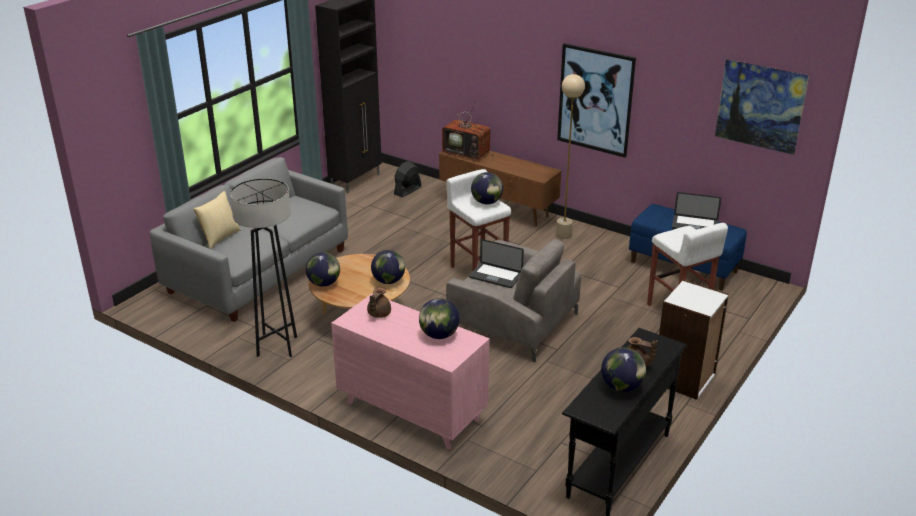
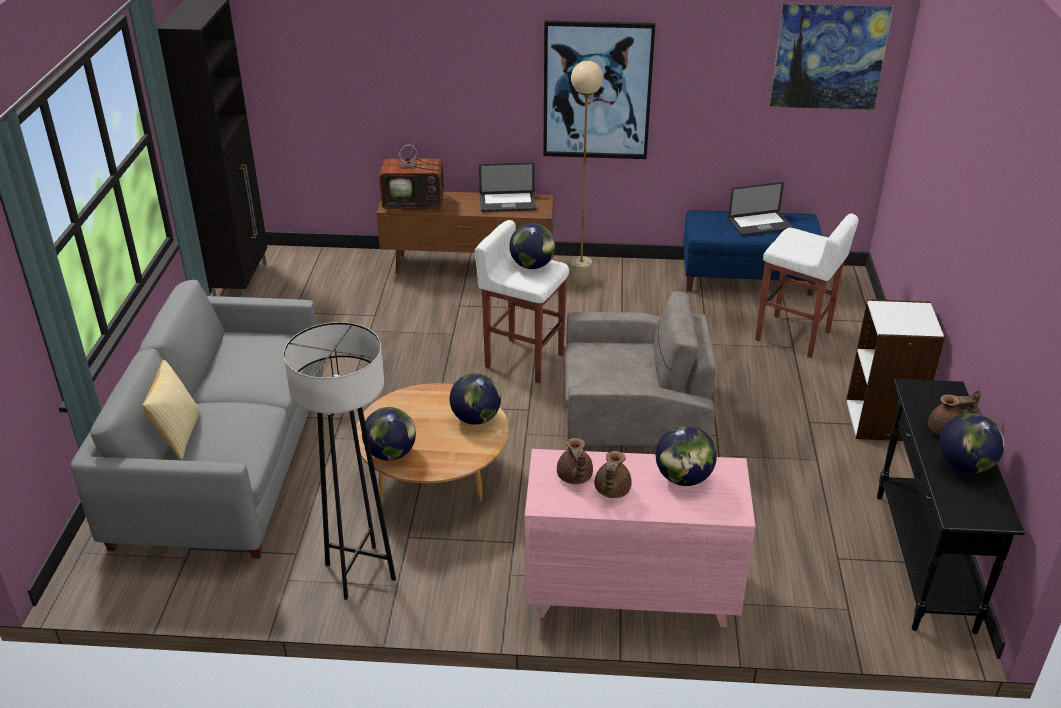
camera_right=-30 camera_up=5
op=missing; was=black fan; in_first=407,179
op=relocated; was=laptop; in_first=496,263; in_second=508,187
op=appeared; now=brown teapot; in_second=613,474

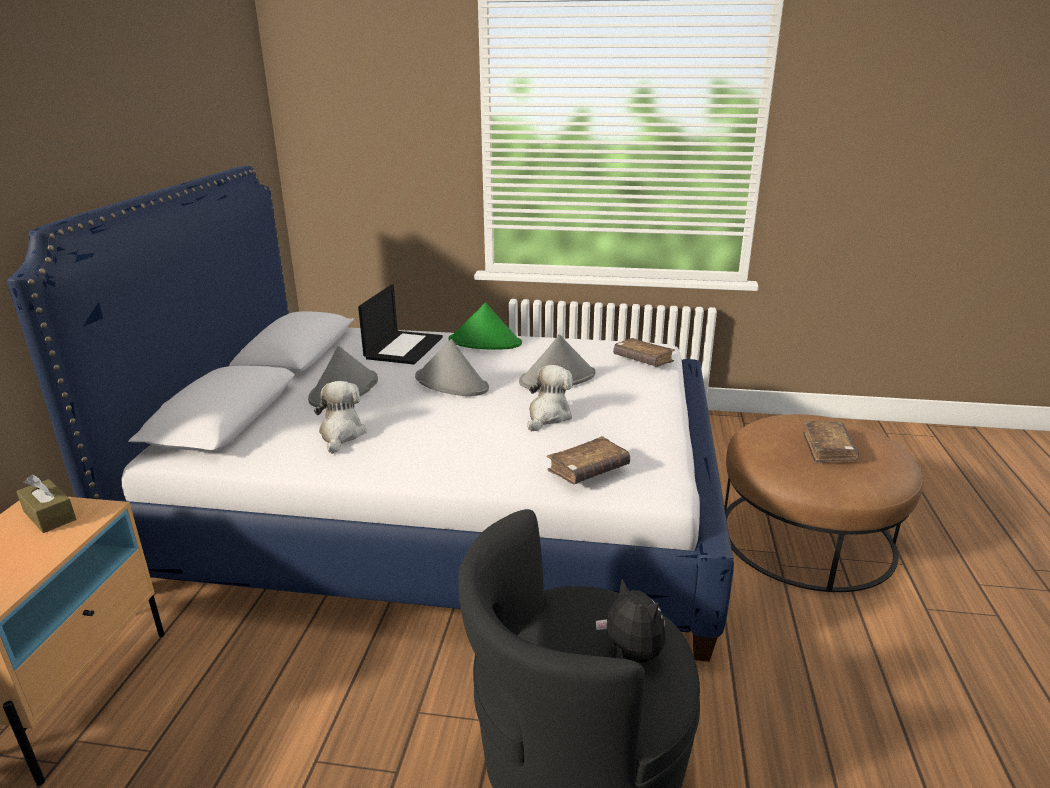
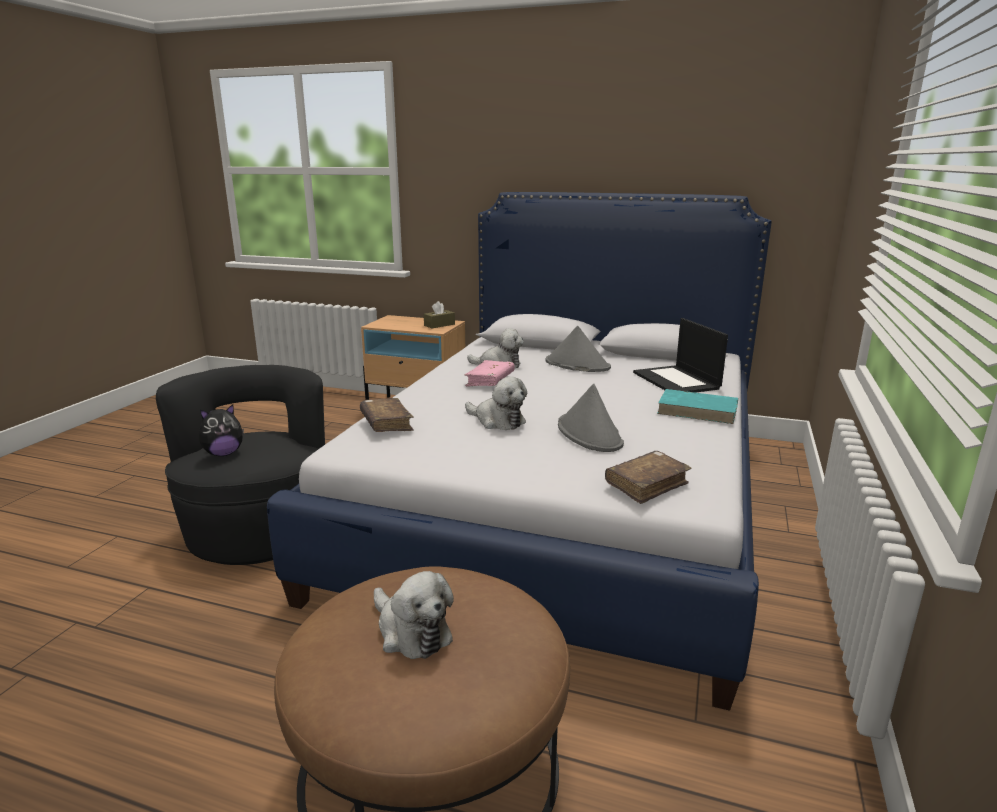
camera_right=100 camera_up=-5
op=spun; was=laptop; in_first=400,324; in_second=680,355; clockwise=45
op=exchanged; was=green hat; now=turquoise book; in_first=485,326; in_second=697,406
op=missing; was=grey hat; in_first=452,367
op=exchanged; was=brown book; now=plush toy; in_first=830,442; in_second=414,615
op=appeared; now=pink book; in_second=489,373

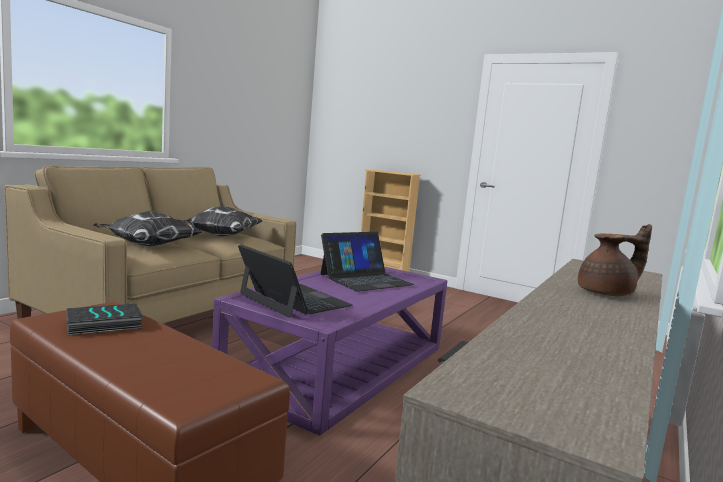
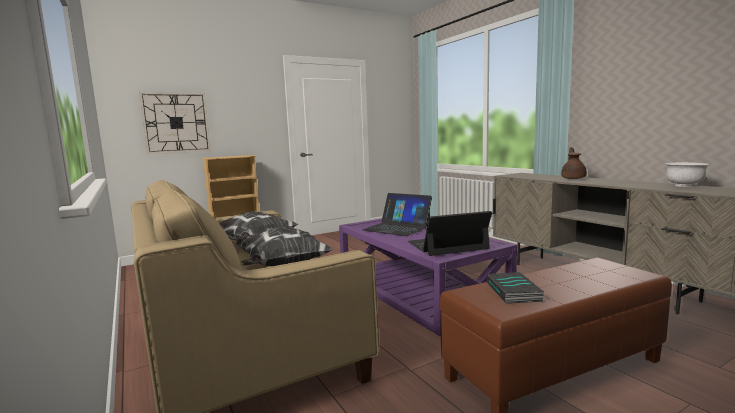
camera_right=-60 camera_up=0
op=spun; was=laptop; in_first=367,262; in_second=397,214; clockwise=135
op=appeared; now=wall clock; in_second=175,123
op=appeared; now=white bowl; in_second=687,174

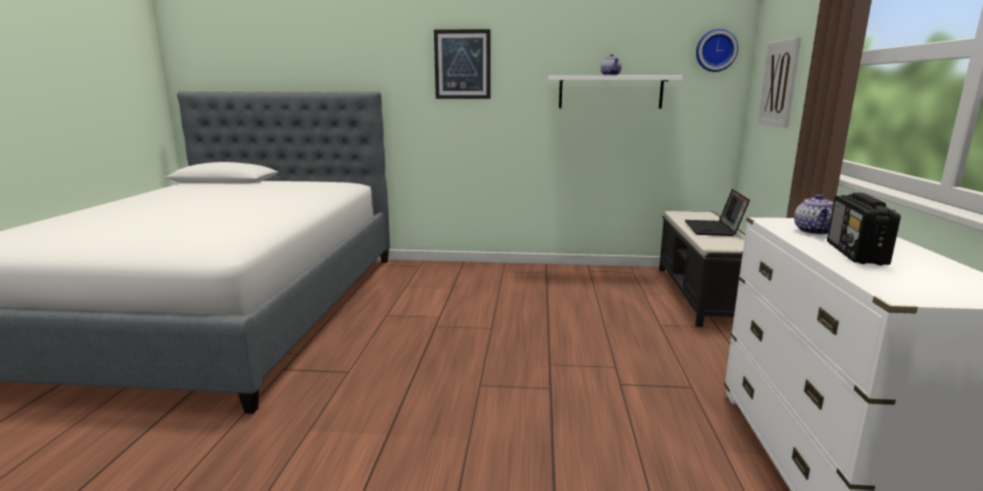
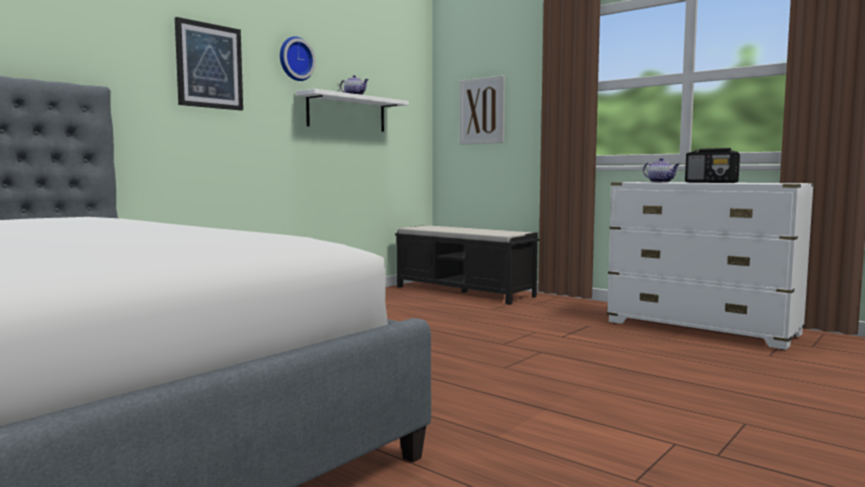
camera_right=-55 camera_up=-10
op=relocated; was=wall clock; in_first=717,50; in_second=298,59
op=missing; was=laptop; in_first=717,212

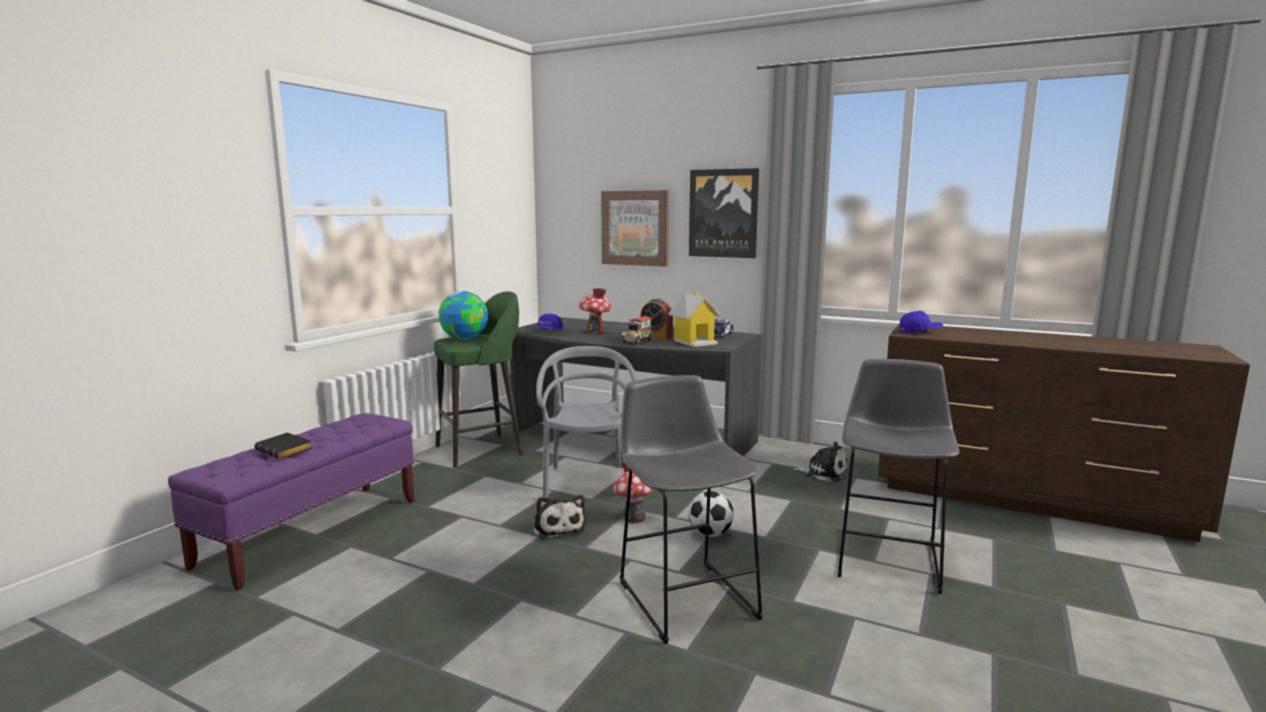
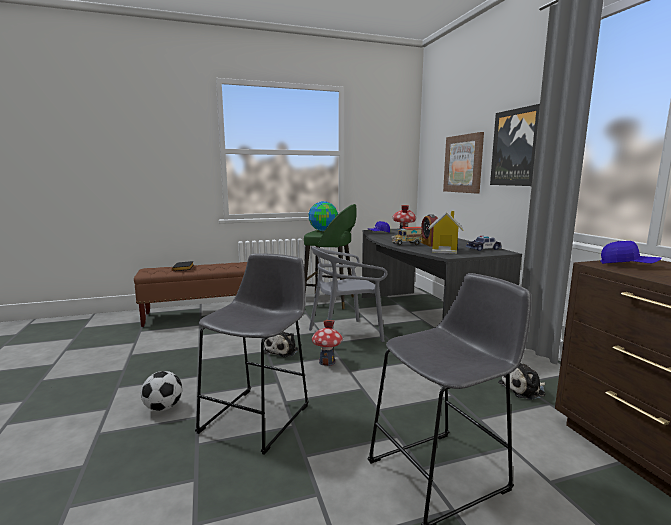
camera_right=45 camera_up=0
op=spun; was=grey chair; in_first=587,422; in_second=348,294; clockwise=-150
op=colour; was=purple bench; now=brown bench; in_first=291,501; in_second=190,294
op=spun; was=plush toy; in_first=820,462; in_second=522,381; clockwise=90
op=relocated; was=football; in_first=711,514; in_second=161,391

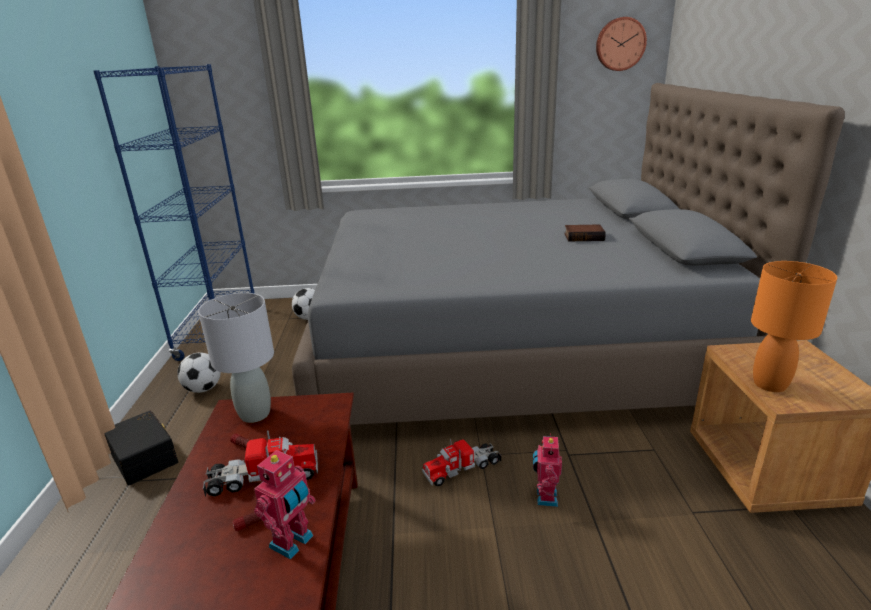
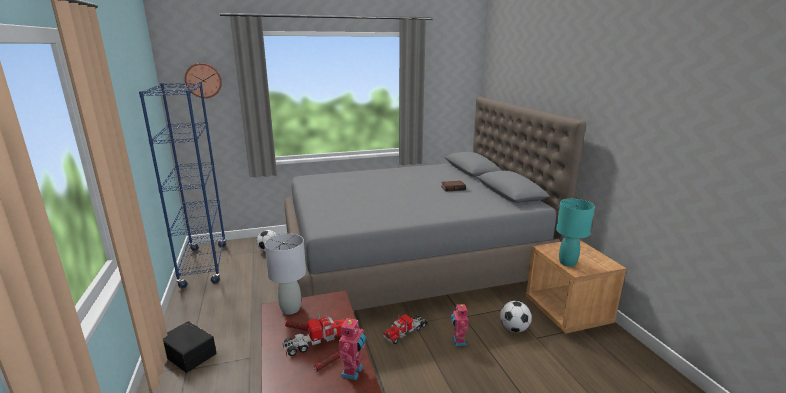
camera_right=-15 camera_up=-5
op=relocated; was=wall clock; in_first=621,44; in_second=203,80
op=colour; was=orange table lamp; now=turquoise table lamp; in_first=794,326; in_second=575,233
op=relocated; was=football; in_first=199,373; in_second=516,316

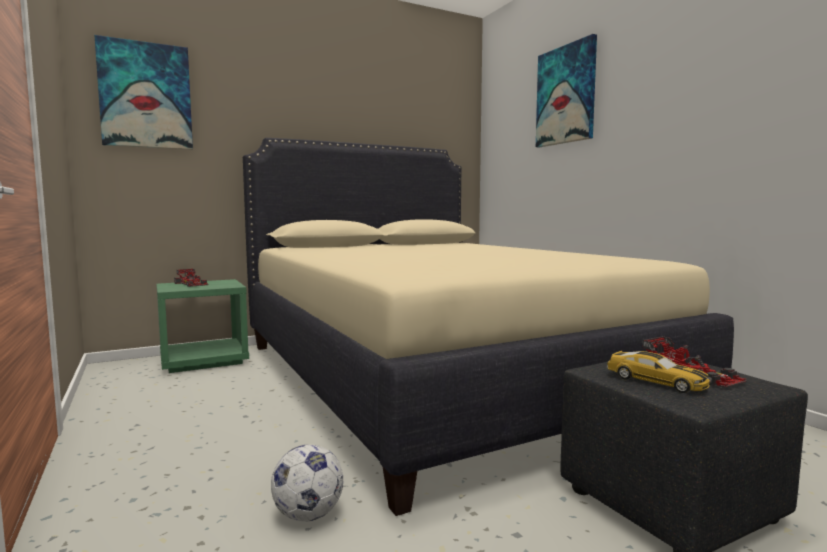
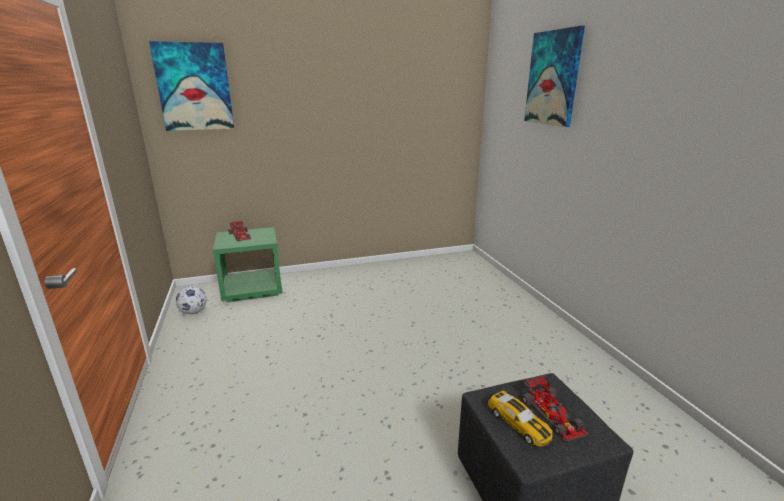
camera_right=10 camera_up=15
op=missing; was=beige bed; in_first=488,327
op=relocated; was=football; in_first=307,483; in_second=191,300

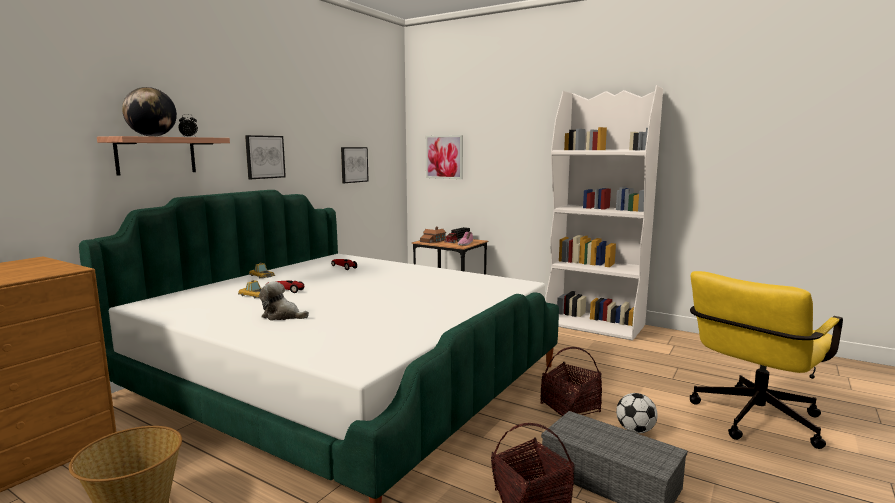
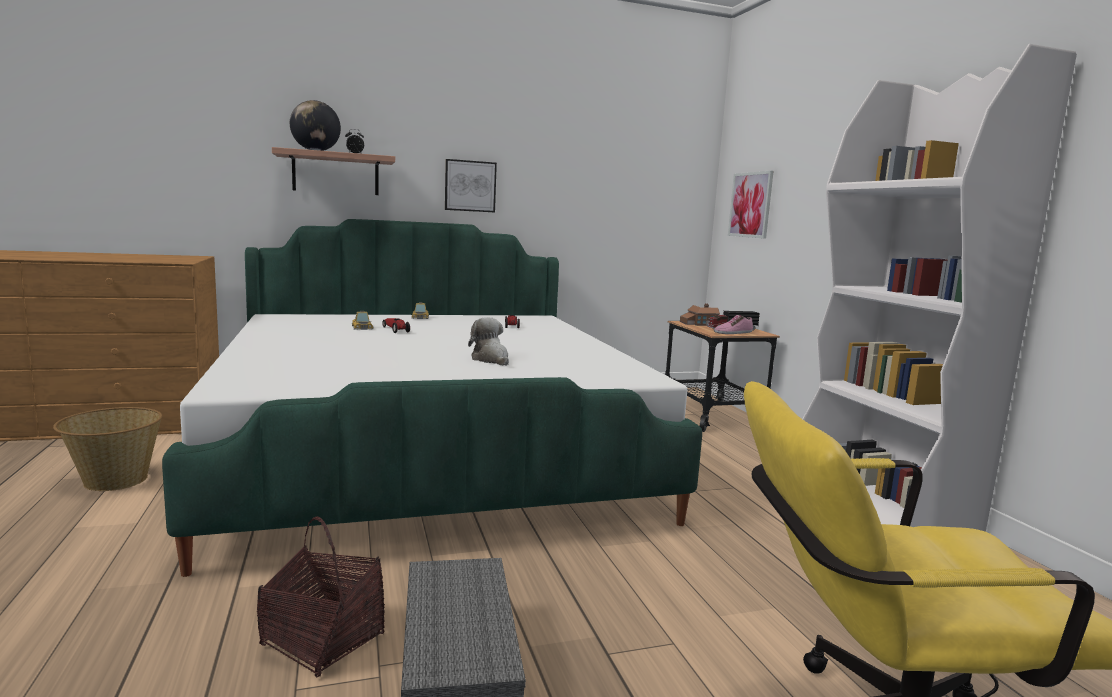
camera_right=40 camera_up=0
op=missing; was=picture; in_first=355,165
op=relocated; was=plush toy; in_first=284,300; in_second=488,341
op=missing; was=basket; in_first=571,381
op=missing; was=football; in_first=637,413

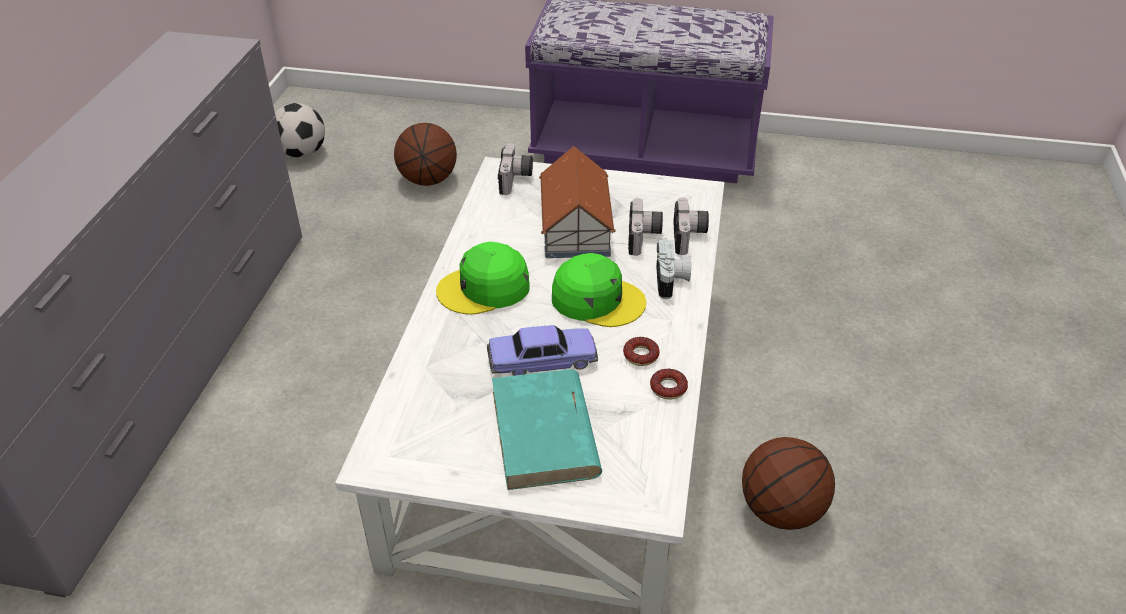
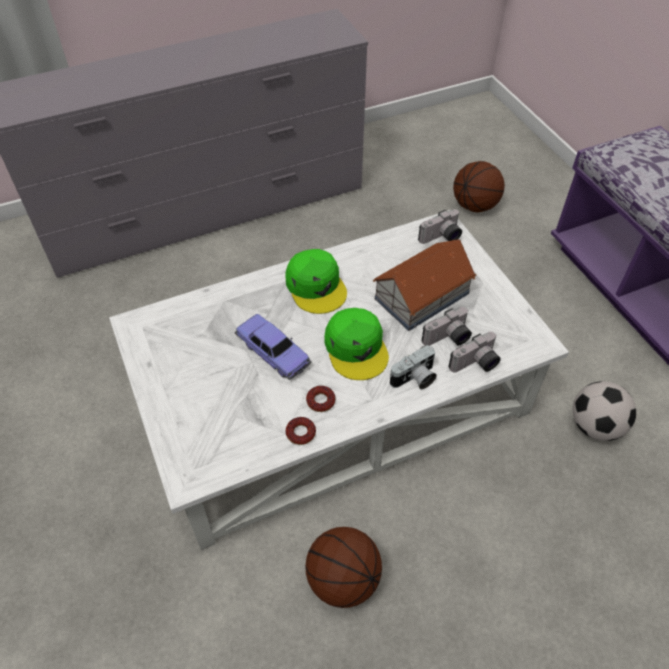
camera_right=55 camera_up=10
op=relocated; was=football; in_first=300,130; in_second=604,411
op=spun; was=green cap; in_first=483,278; in_second=316,281; clockwise=-150
op=missing; was=turquoise book; in_first=547,429

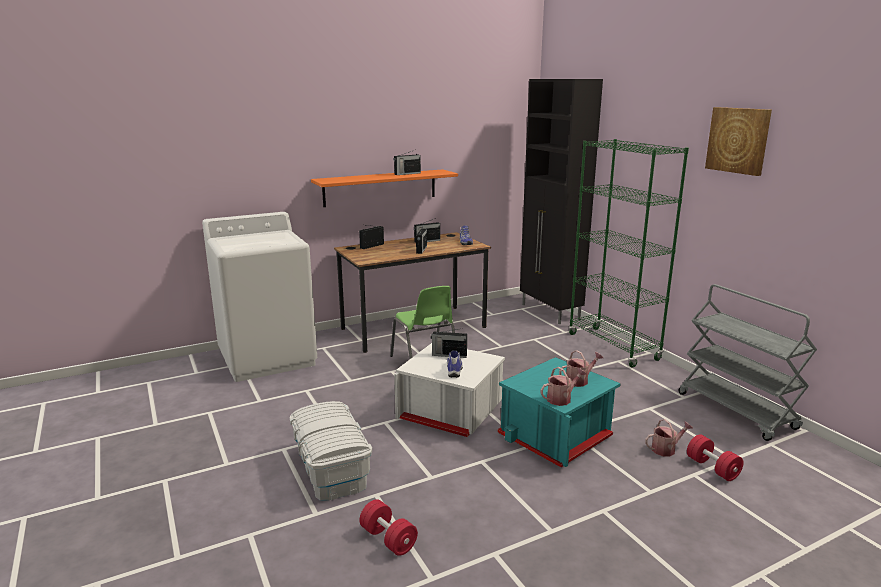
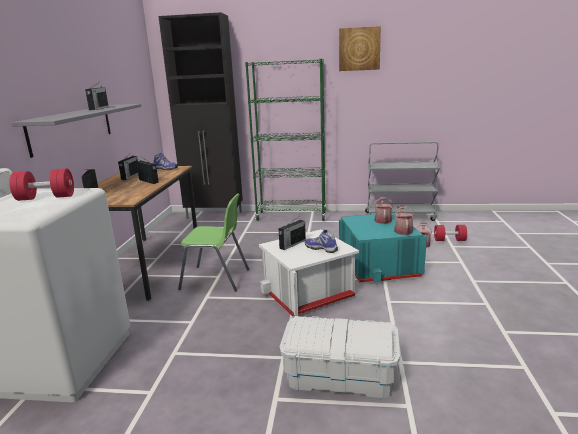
camera_right=-55 camera_up=0
op=colour; was=orange shelf; now=grey shelf; in_first=384,188; in_second=76,131
op=relocated; was=red dumbbell; in_first=388,527; in_second=41,184

